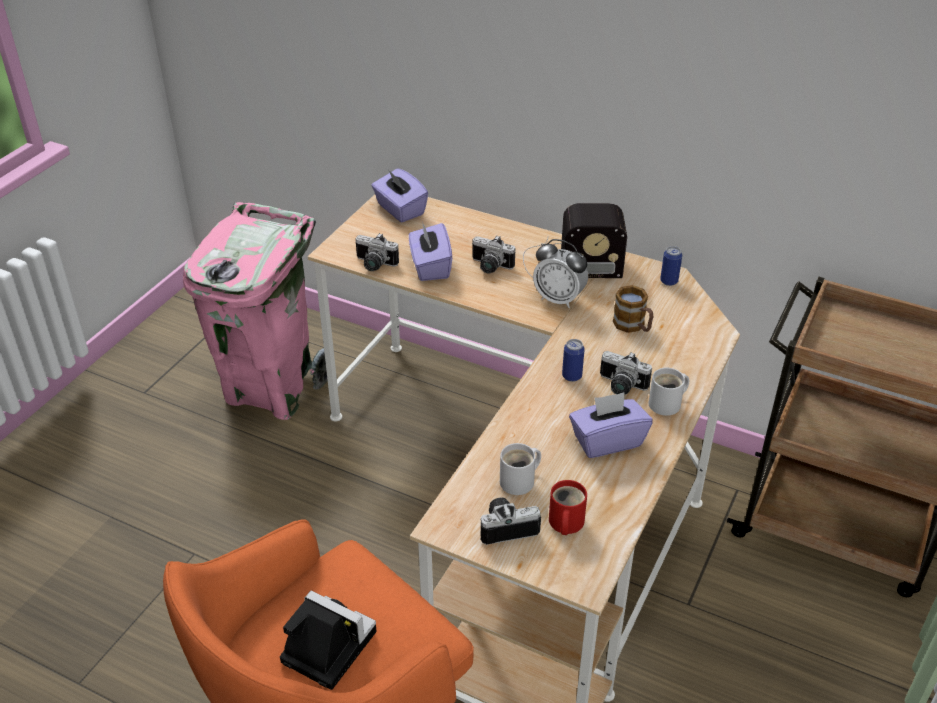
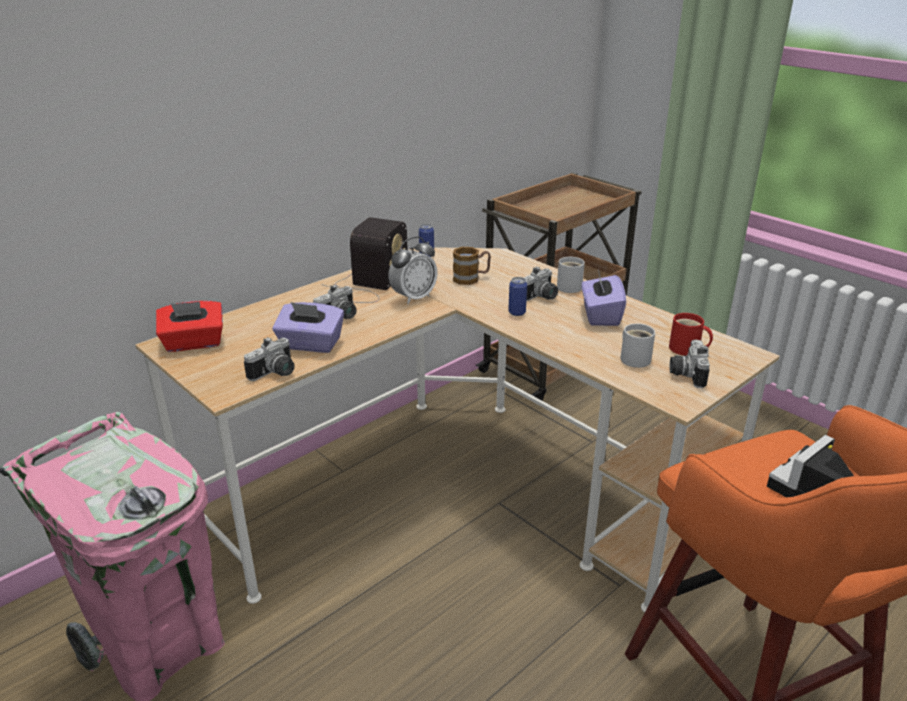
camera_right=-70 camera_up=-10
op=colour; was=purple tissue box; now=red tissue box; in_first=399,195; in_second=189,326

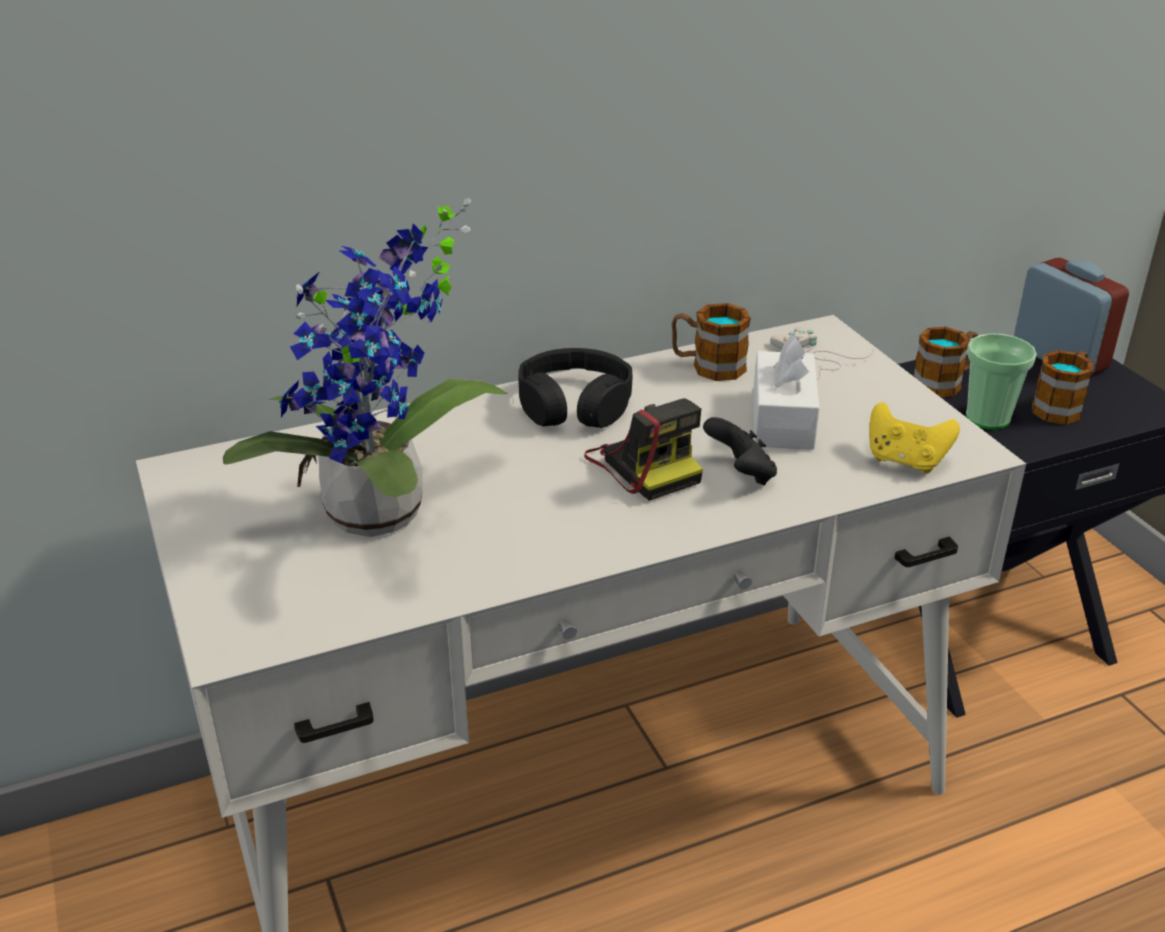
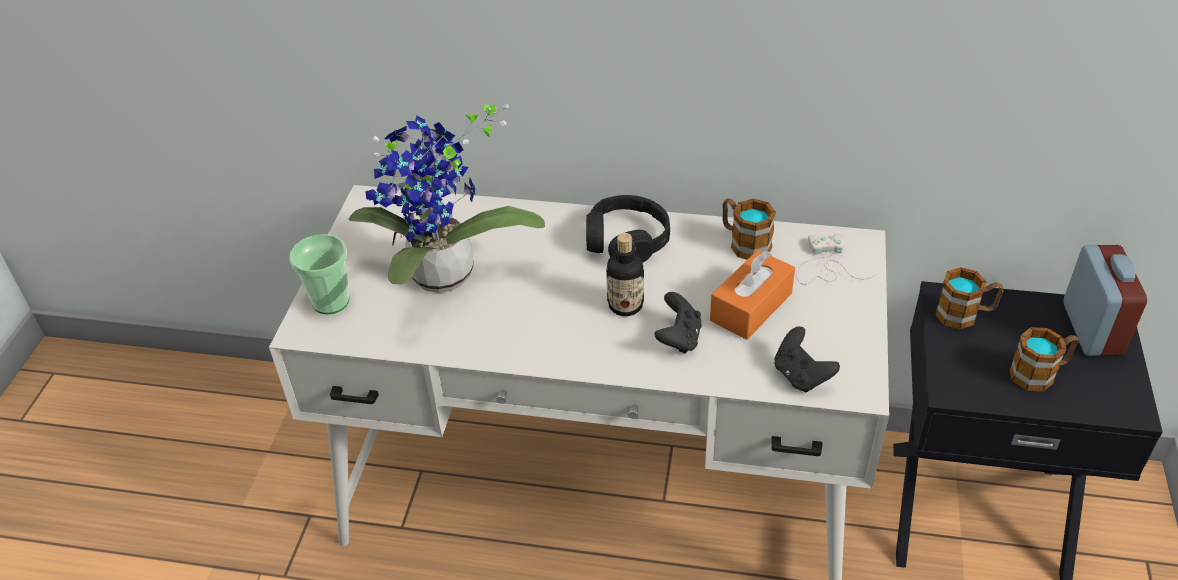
camera_right=35 camera_up=10
op=relocated; was=cup; in_first=1001,381; in_second=319,274
op=colour; was=white tissue box; now=orange tissue box; in_first=786,392; in_second=752,295
op=exchanged; was=photo camera; now=bottle; in_first=643,449; in_second=625,274
op=colour; was=yellow game controller; now=black game controller; in_first=914,438; in_second=807,359

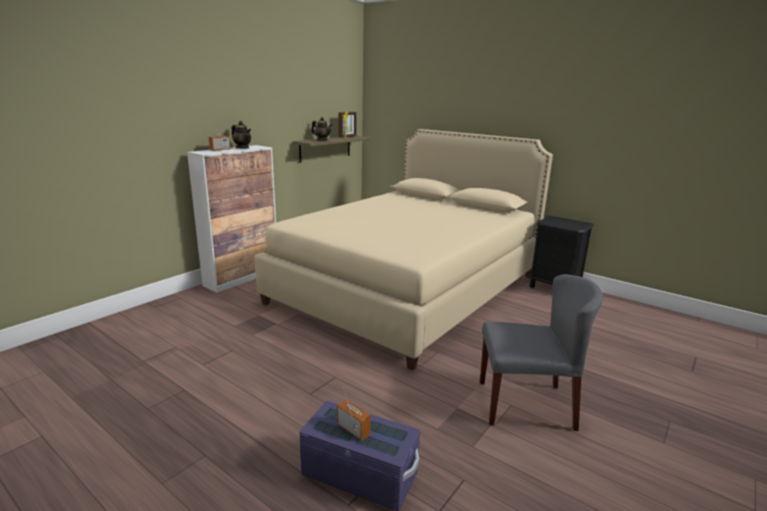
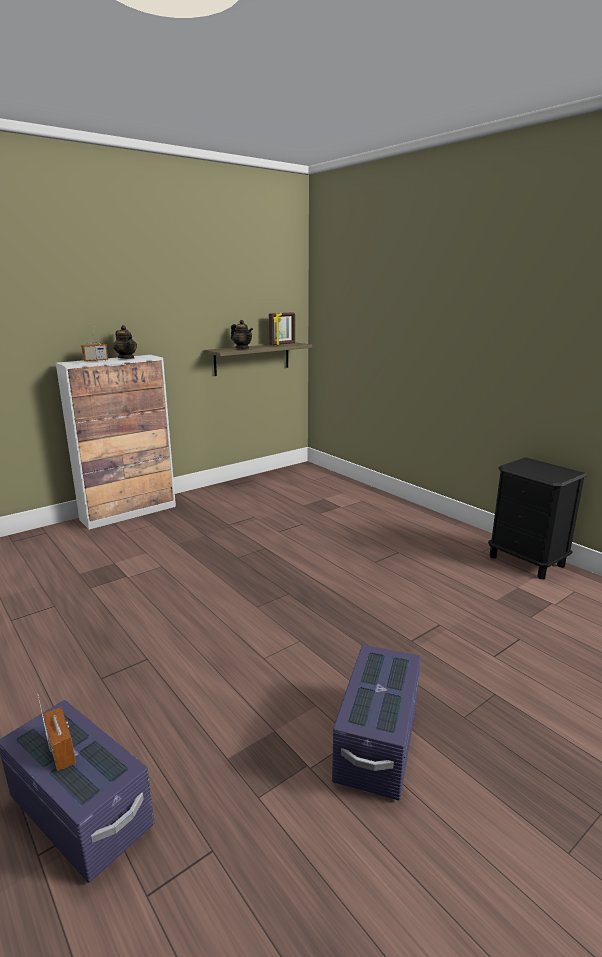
camera_right=15 camera_up=0
op=missing; was=beige bed; in_first=403,249
op=exchanged; was=grey chair; now=purple storage box; in_first=541,352; in_second=376,722

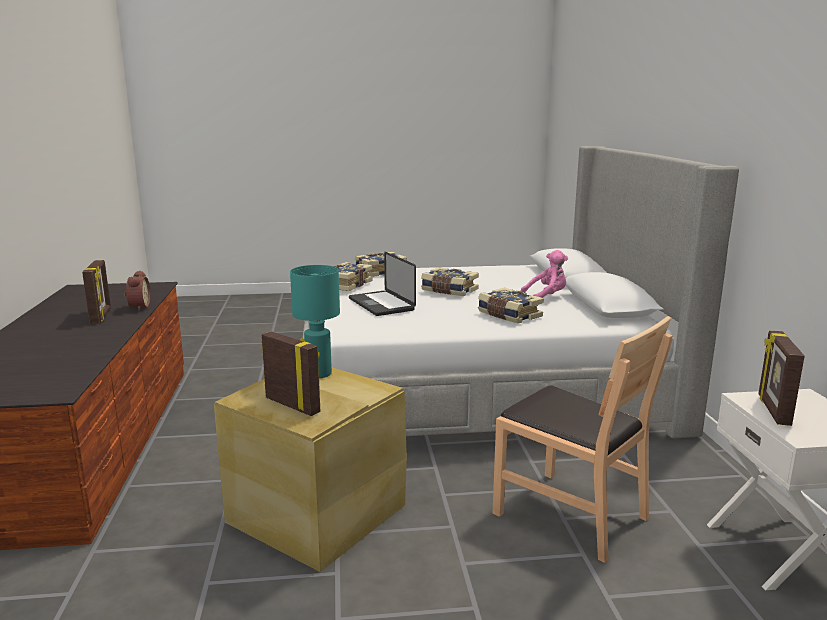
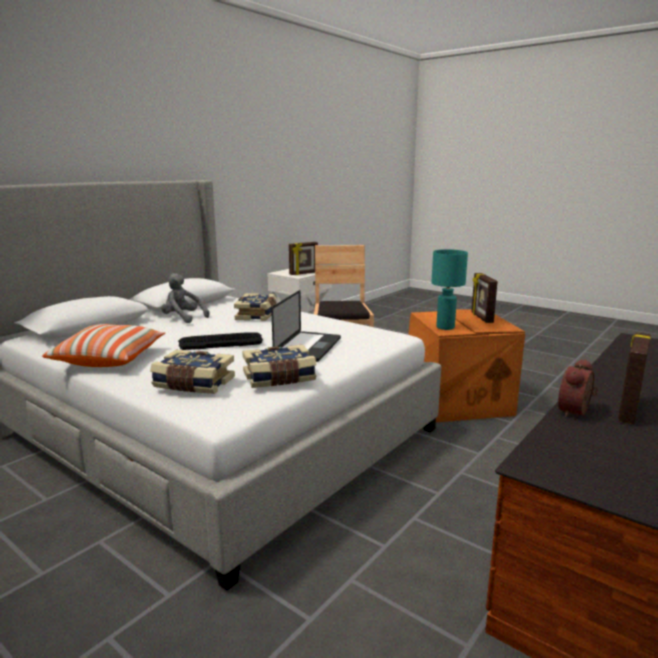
camera_right=-135 camera_up=0
op=colour; was=pink plush toy; now=grey plush toy; in_first=544,274; in_second=185,298
op=exchanged; was=book; now=keyboard; in_first=450,281; in_second=220,341
op=colour; was=beige storage box; now=orange storage box; in_first=310,470; in_second=466,365
op=appeared; now=pillow; in_second=103,345

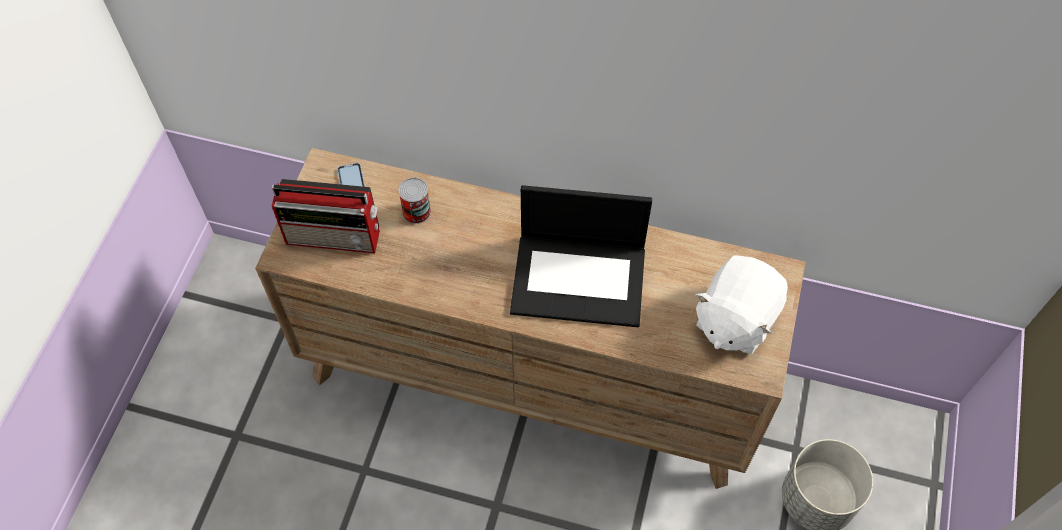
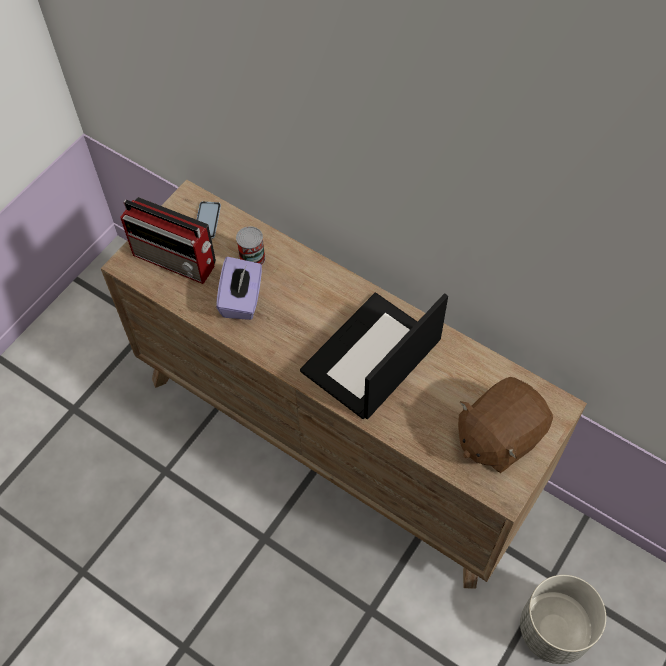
camera_right=20 camera_up=0
op=spun; was=laptop; in_first=581,256; in_second=374,356; clockwise=105
op=colour; was=white plush toy; now=brown plush toy; in_first=741,305; in_second=505,425
op=appeared; now=purple tissue box; in_second=239,288

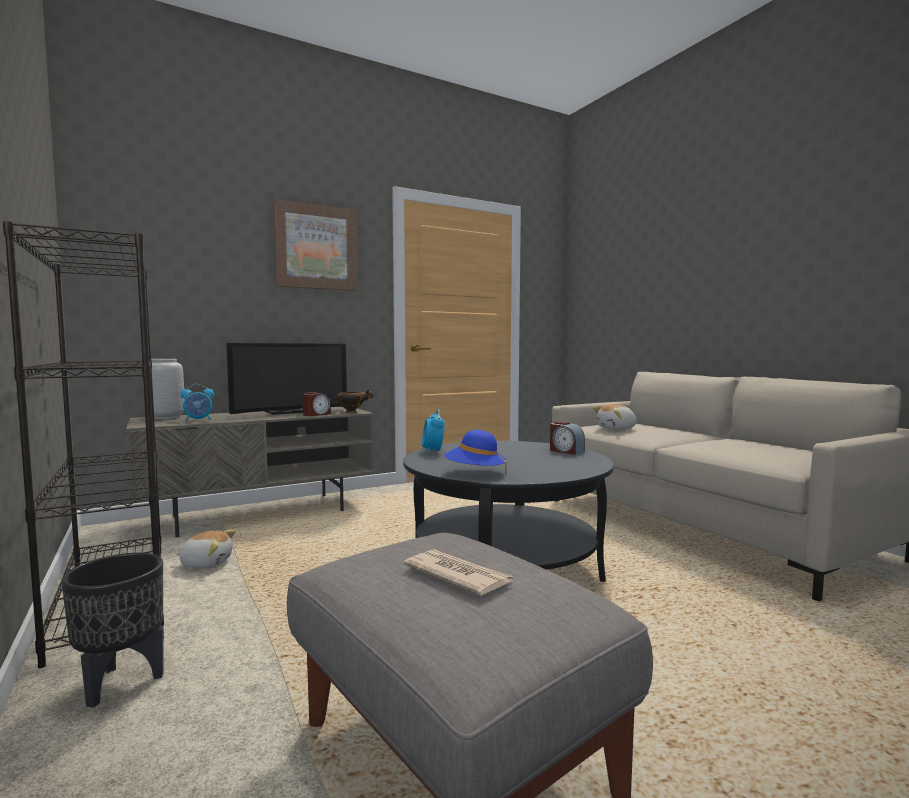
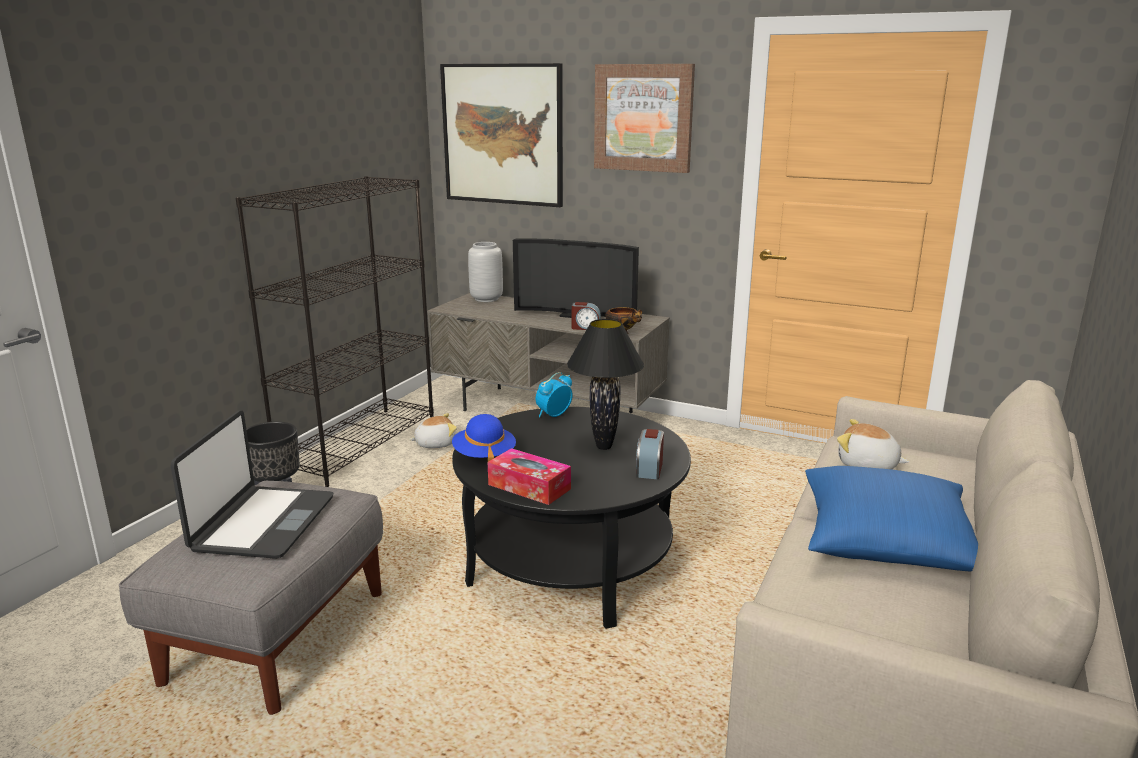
camera_right=55 camera_up=15
op=missing; was=alarm clock; in_first=197,402
op=spun; was=plush toy; in_first=206,549; in_second=433,430; clockwise=-75
op=exchanged; was=newspaper; now=laptop; in_first=458,572; in_second=252,484
op=appeared; now=picture; in_second=501,135
op=appeared; now=black table lamp; in_second=605,384
op=appeared; now=tissue box; in_second=529,476
op=appeared; now=blue pillow; in_second=891,519

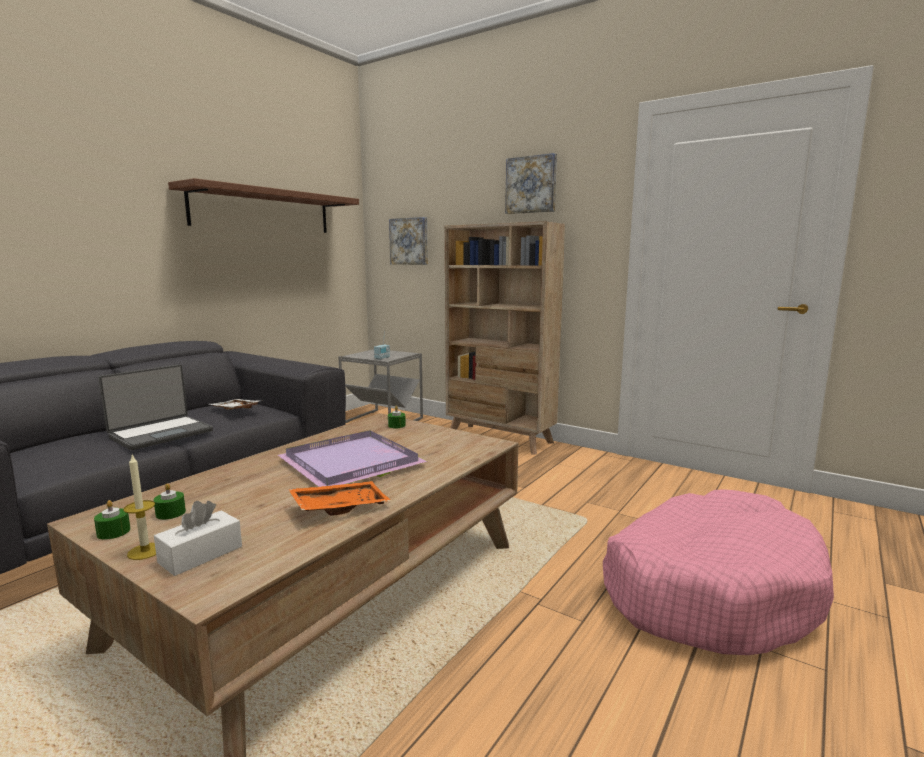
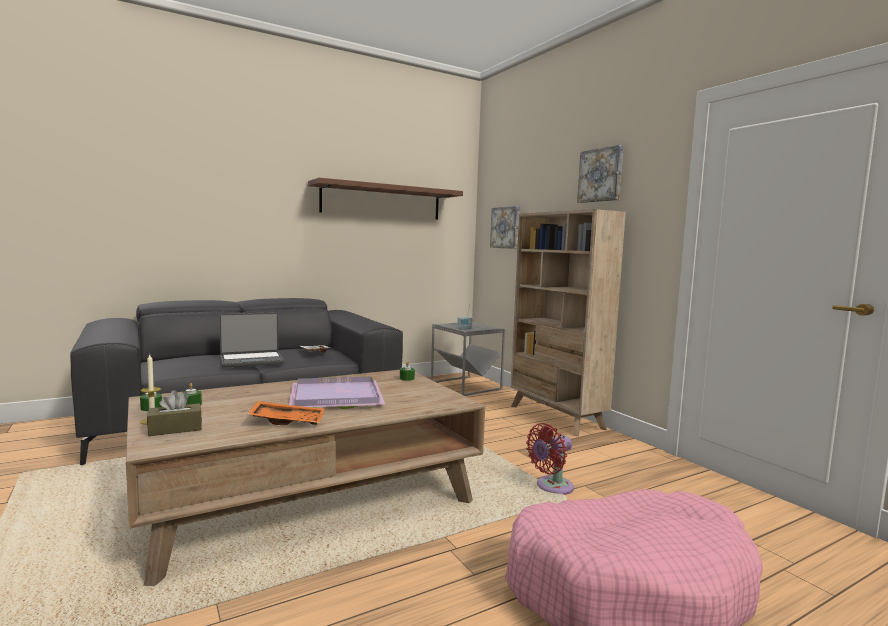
camera_right=25 camera_up=-5
op=colour; was=white tissue box; now=brown tissue box; in_first=198,538; in_second=174,413
op=appeared; now=red fan; in_second=550,459

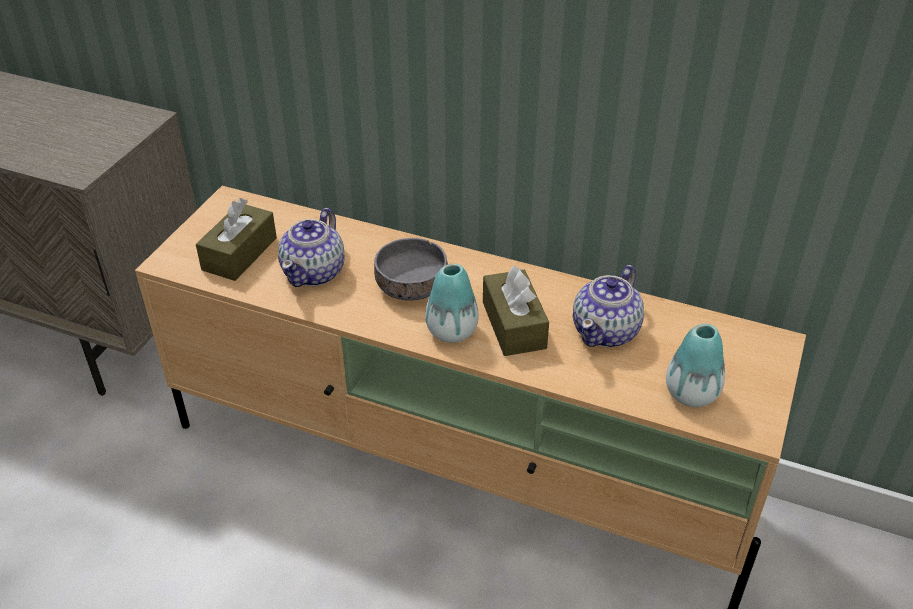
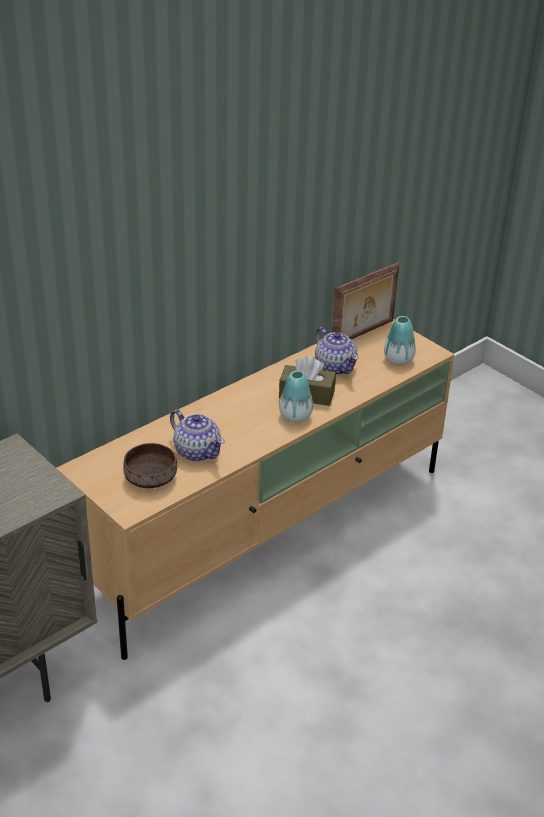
camera_right=-65 camera_up=-5
op=exchanged; was=brown tissue box; now=brown bowl; in_first=236,239; in_second=150,465
op=missing; was=grey bowl; in_first=411,269
op=appeared; now=picture frame; in_second=365,300

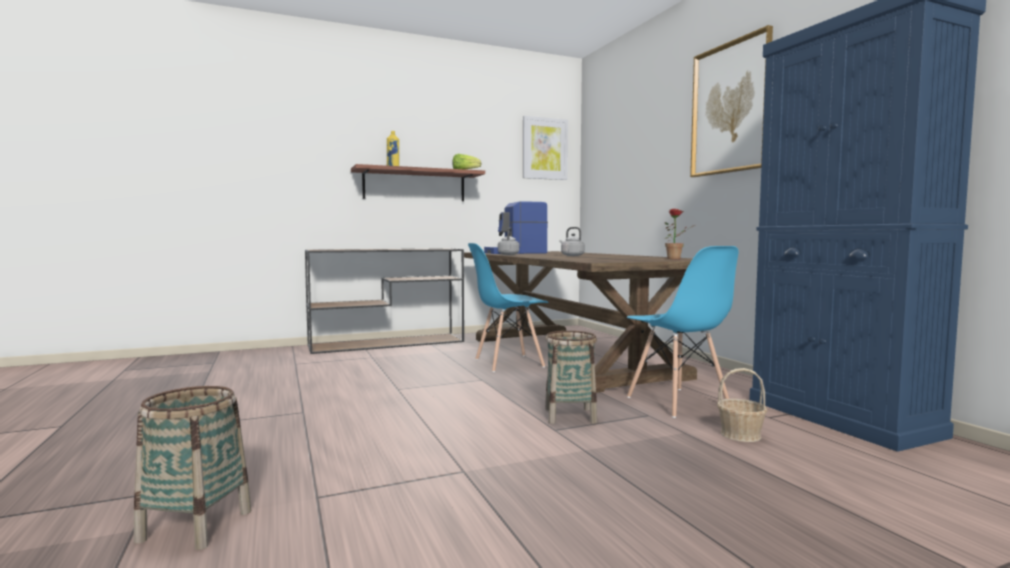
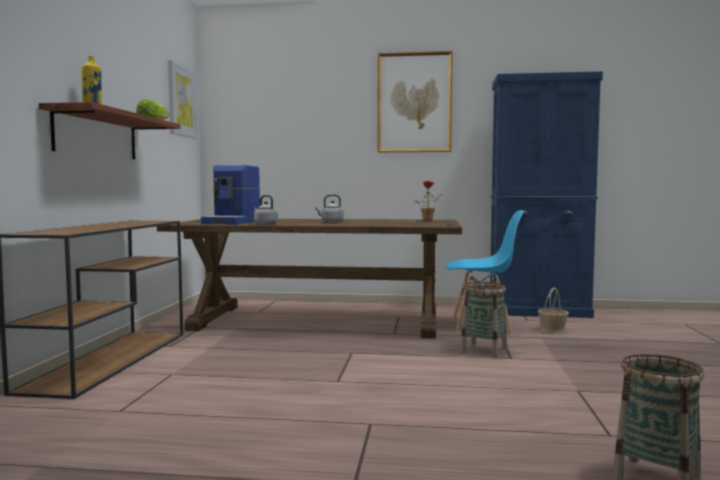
camera_right=-60 camera_up=0
op=missing; was=blue chair; in_first=508,307

